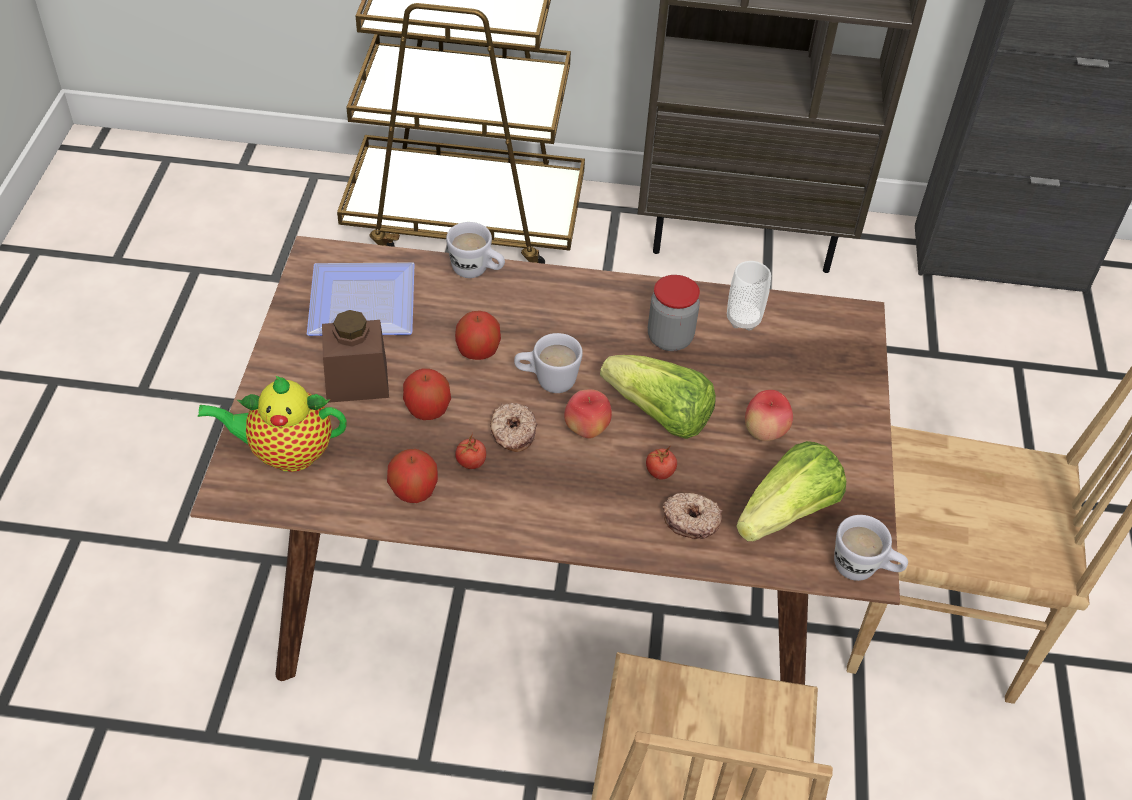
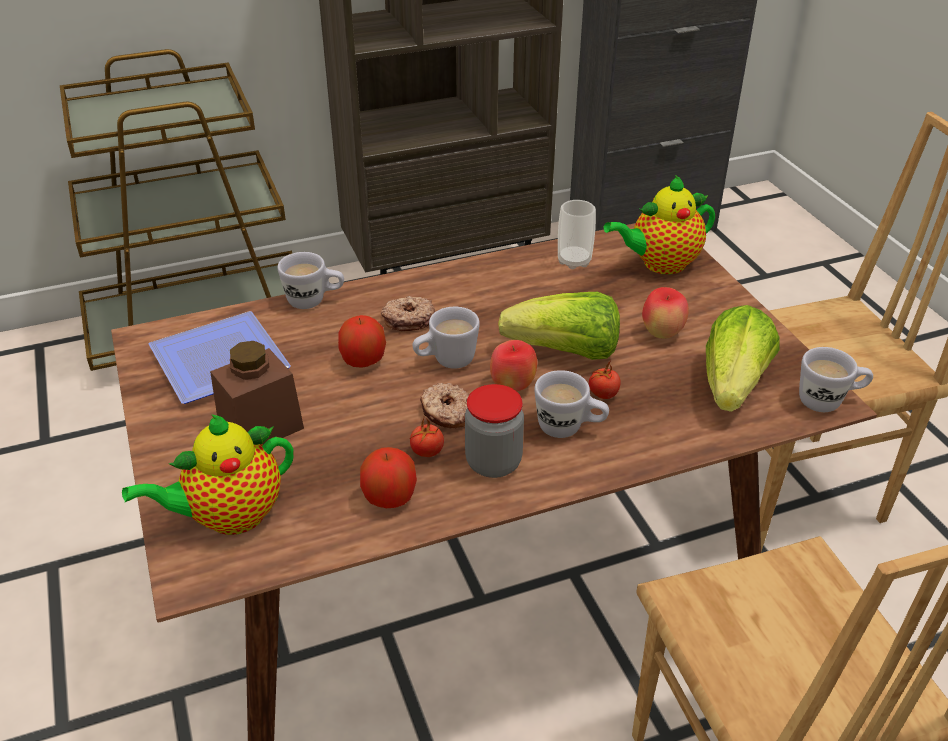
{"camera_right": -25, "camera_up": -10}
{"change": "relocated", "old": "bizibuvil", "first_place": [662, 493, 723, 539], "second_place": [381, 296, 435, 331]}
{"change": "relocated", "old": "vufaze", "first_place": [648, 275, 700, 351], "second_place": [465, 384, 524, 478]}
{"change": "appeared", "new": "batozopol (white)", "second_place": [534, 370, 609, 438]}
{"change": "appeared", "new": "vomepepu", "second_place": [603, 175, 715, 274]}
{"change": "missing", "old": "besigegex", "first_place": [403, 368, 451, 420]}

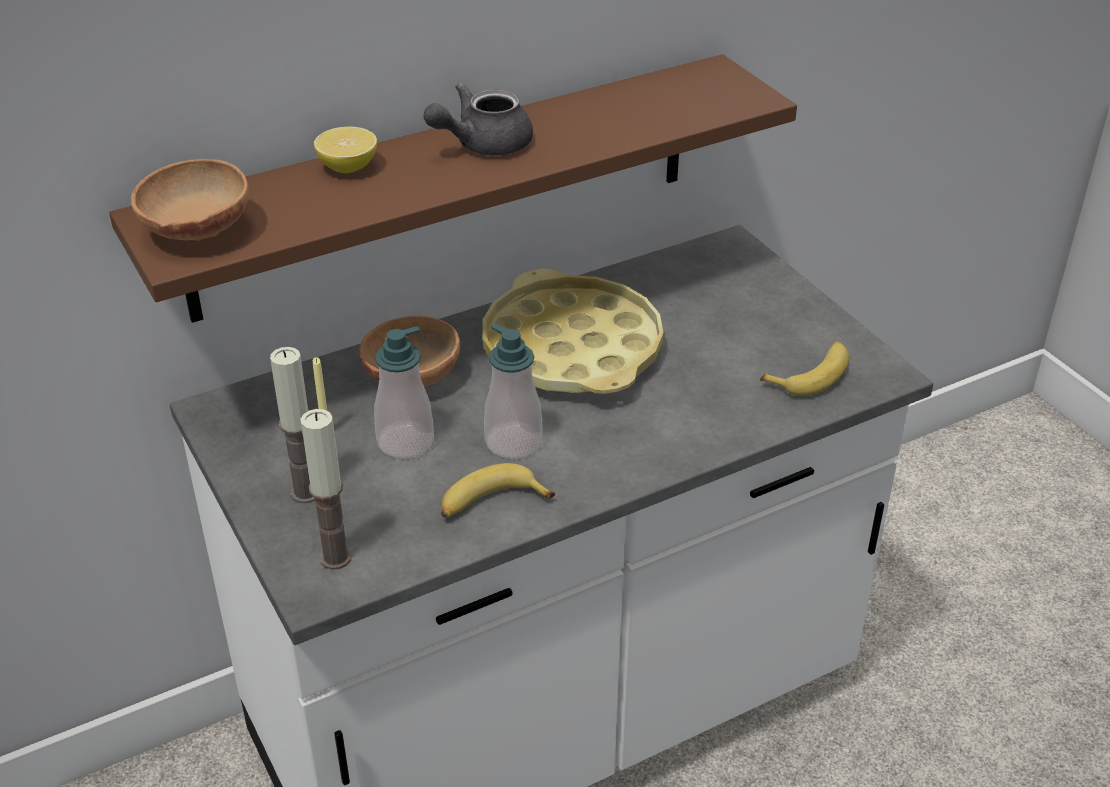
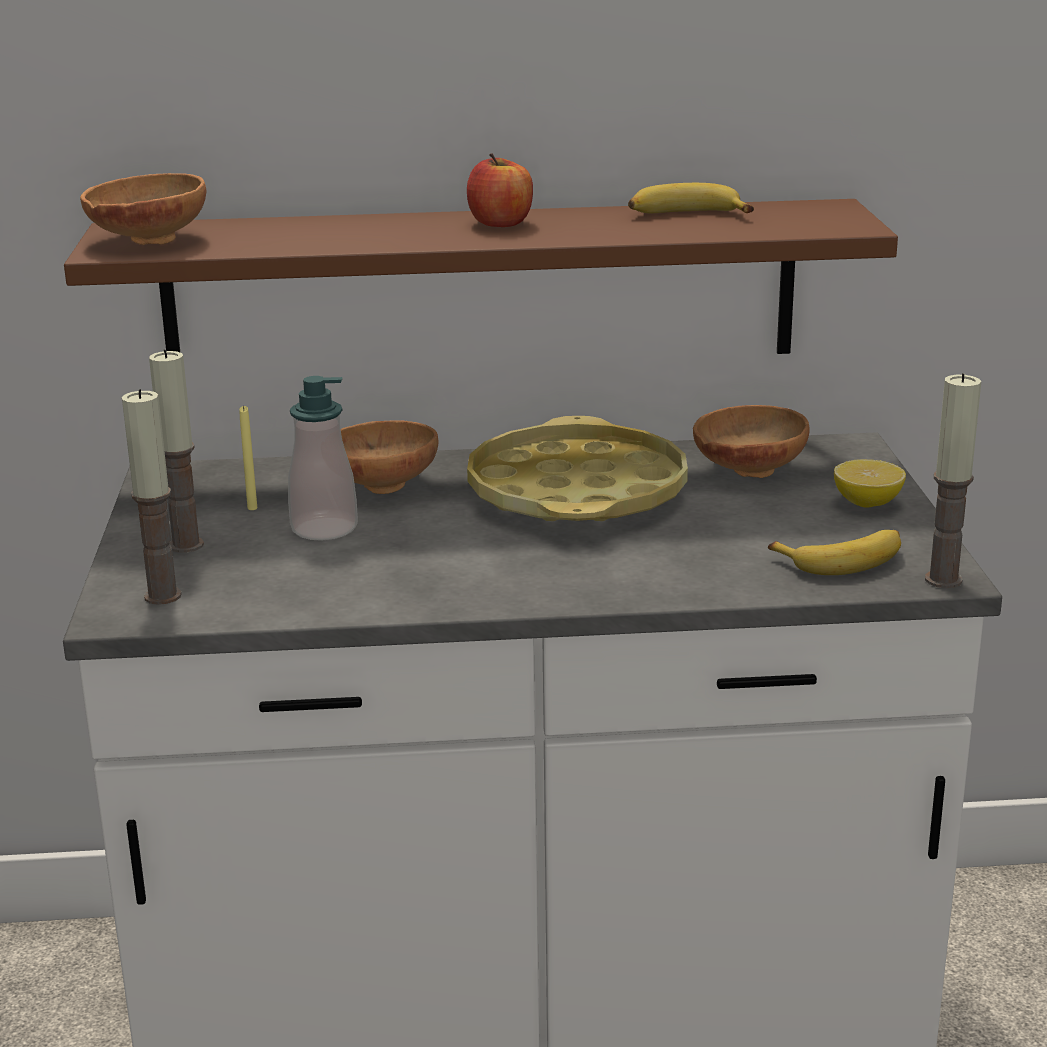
{"camera_right": 25, "camera_up": -15}
{"change": "exchanged", "old": "vomepepu (grey)", "new": "besigegex", "first_place": [424, 83, 533, 155], "second_place": [467, 153, 533, 227]}
{"change": "relocated", "old": "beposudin", "first_place": [441, 463, 555, 518], "second_place": [628, 183, 754, 213]}
{"change": "appeared", "new": "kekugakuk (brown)", "second_place": [693, 405, 810, 478]}
{"change": "relocated", "old": "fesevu", "first_place": [314, 127, 377, 173], "second_place": [834, 459, 906, 508]}
{"change": "appeared", "new": "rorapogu", "second_place": [925, 373, 981, 588]}
{"change": "missing", "old": "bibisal", "first_place": [484, 324, 542, 459]}

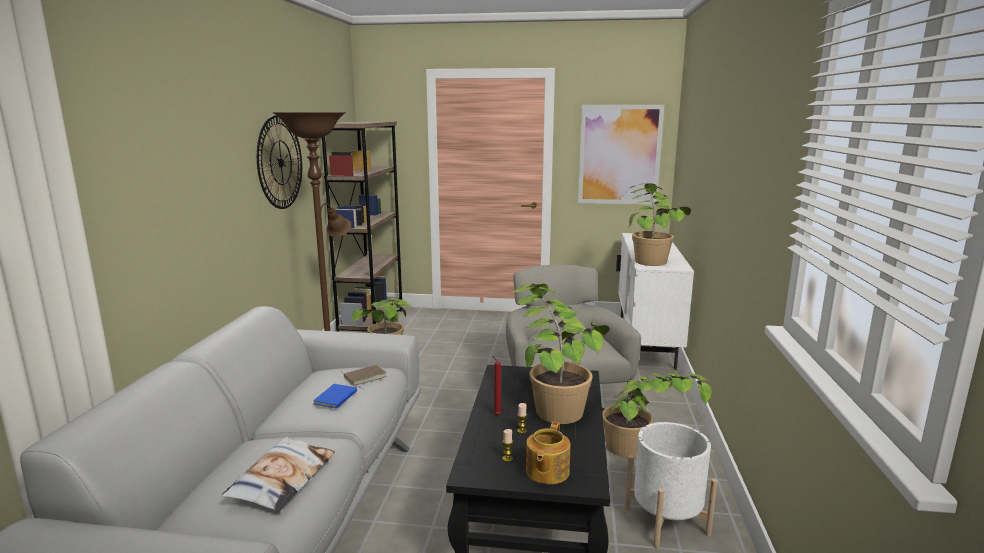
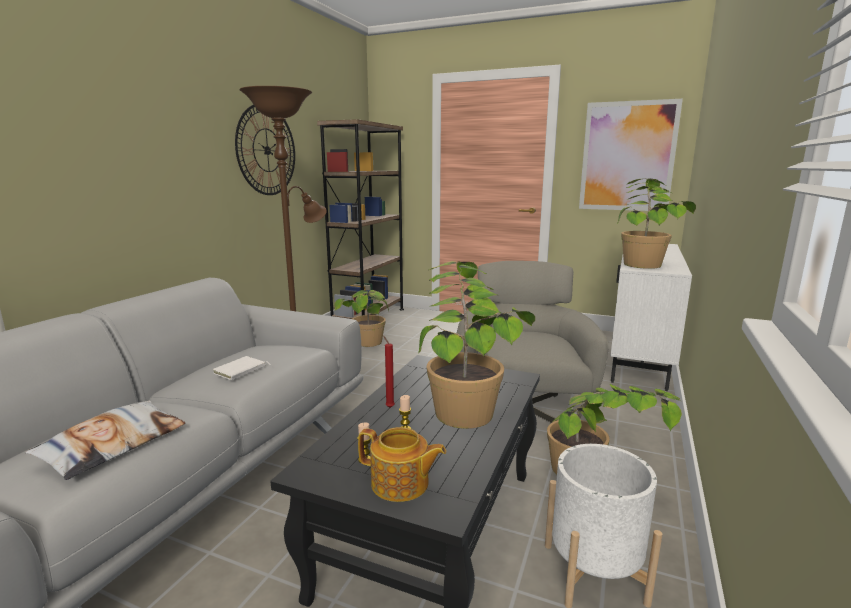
{"camera_right": 15, "camera_up": 0}
{"change": "colour", "old": "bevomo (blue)", "new": "bevomo (white)", "first_place": [314, 384, 364, 409], "second_place": [213, 356, 271, 380]}
{"change": "spun", "old": "vomepepu", "first_place": [526, 422, 570, 484], "second_place": [358, 427, 446, 502], "degrees": -105}
{"change": "missing", "old": "bevomo (brown)", "first_place": [342, 365, 386, 386]}

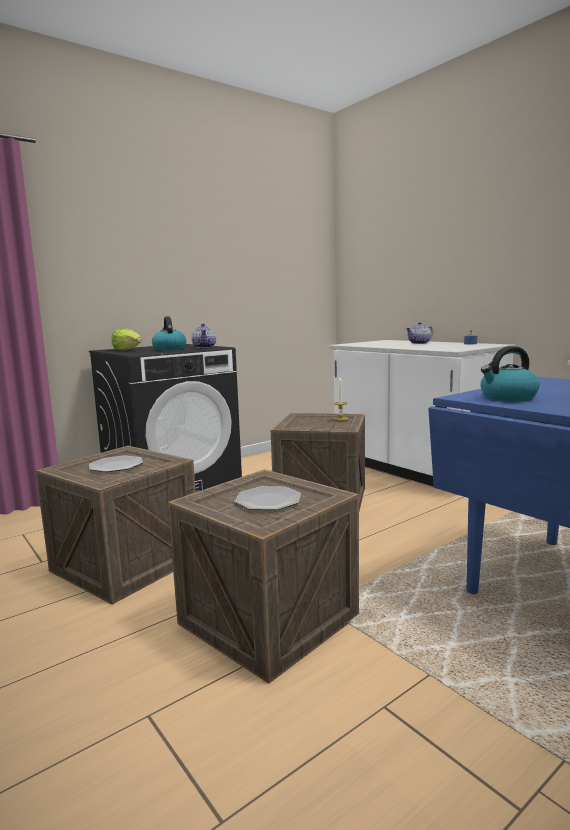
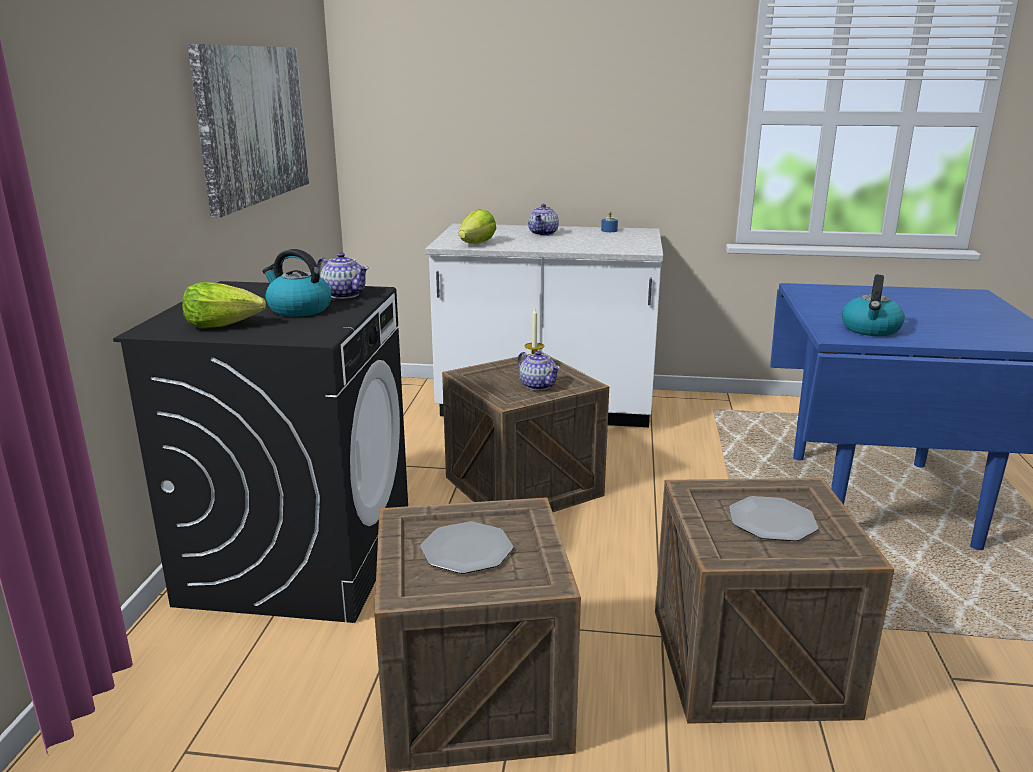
{"camera_right": -45, "camera_up": 10}
{"change": "appeared", "new": "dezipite", "second_place": [187, 44, 309, 218]}
{"change": "appeared", "new": "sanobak", "second_place": [459, 209, 496, 244]}
{"change": "appeared", "new": "vomepepu", "second_place": [517, 351, 560, 390]}

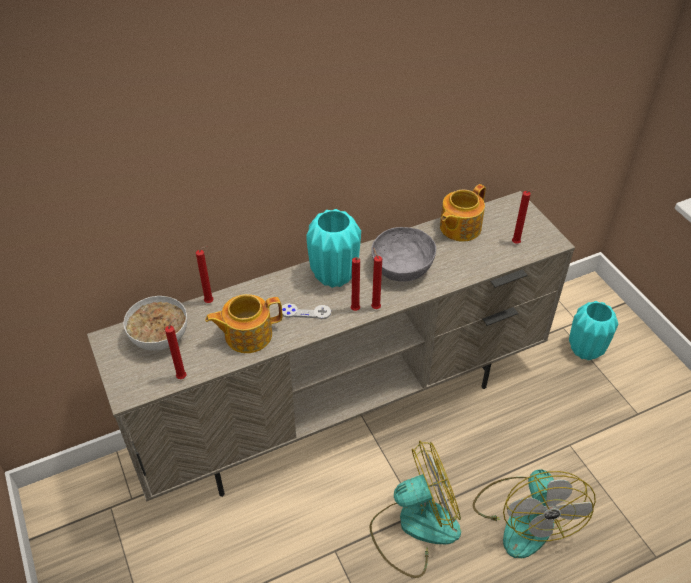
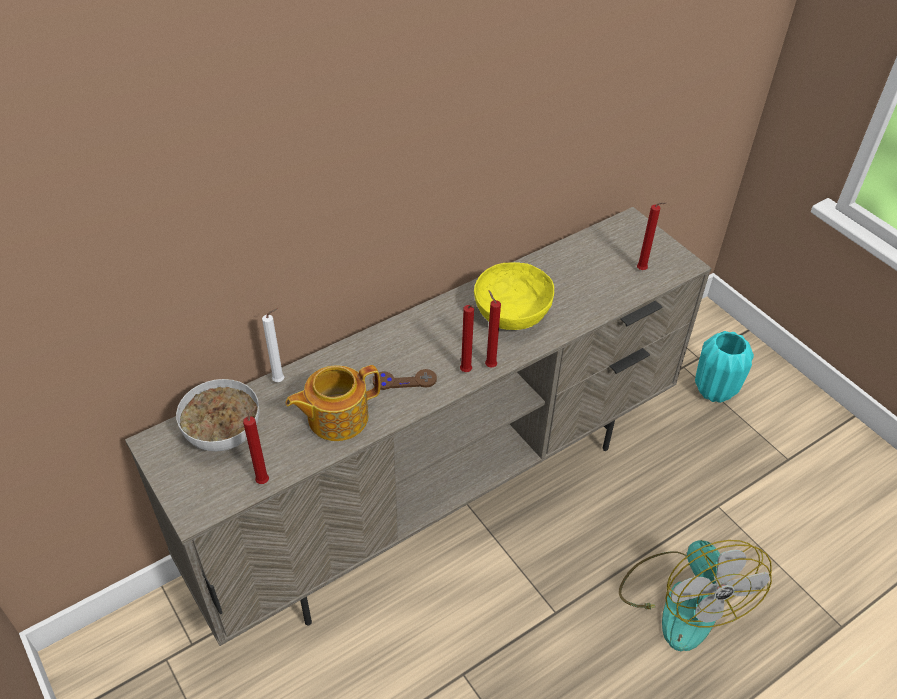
{"camera_right": -10, "camera_up": 0}
{"change": "colour", "old": "rorapogu (red)", "new": "rorapogu (white)", "first_place": [196, 246, 214, 303], "second_place": [262, 309, 284, 382]}
{"change": "colour", "old": "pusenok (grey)", "new": "pusenok (brown)", "first_place": [282, 303, 331, 319], "second_place": [373, 369, 437, 390]}
{"change": "colour", "old": "kekugakuk (grey)", "new": "kekugakuk (yellow)", "first_place": [371, 227, 436, 282], "second_place": [474, 262, 554, 330]}
{"change": "missing", "old": "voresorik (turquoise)", "first_place": [306, 209, 361, 288]}
{"change": "missing", "old": "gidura", "first_place": [370, 441, 461, 578]}
{"change": "missing", "old": "vomepepu", "first_place": [440, 184, 486, 242]}

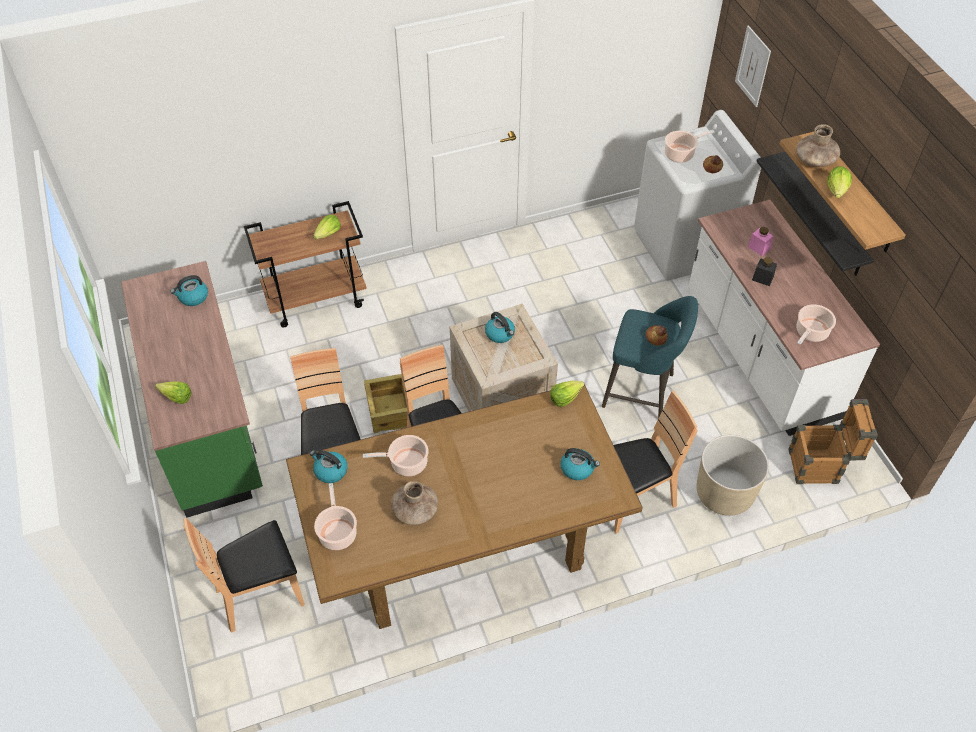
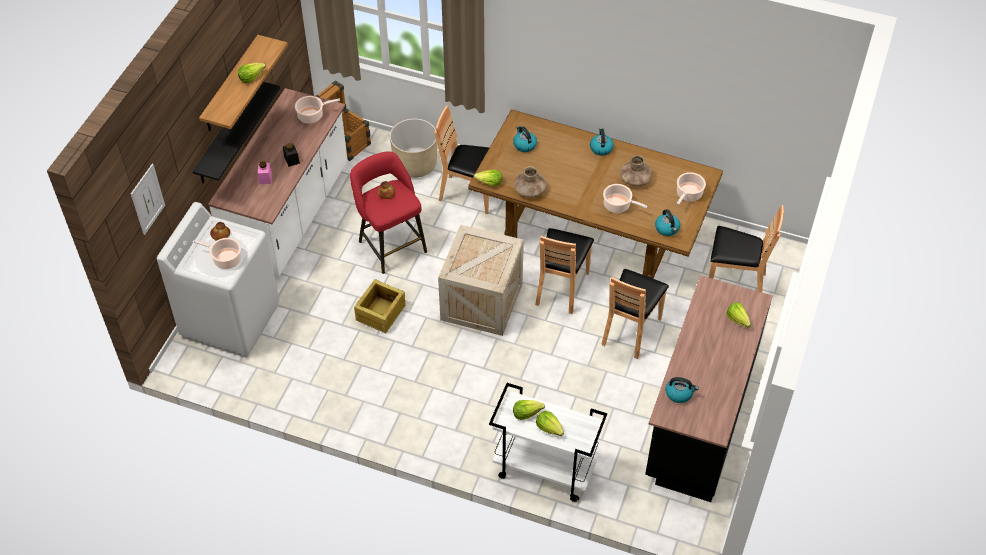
{"camera_right": -140, "camera_up": 0}
{"change": "colour", "old": "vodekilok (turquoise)", "new": "vodekilok (red)", "first_place": [602, 296, 698, 419], "second_place": [350, 151, 427, 274]}
{"change": "relocated", "old": "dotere", "first_place": [364, 374, 407, 433], "second_place": [354, 279, 405, 333]}
{"change": "colour", "old": "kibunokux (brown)", "new": "kibunokux (white)", "first_place": [244, 201, 367, 327], "second_place": [489, 383, 607, 502]}
{"change": "relocated", "old": "voresorik (brown)", "first_place": [796, 124, 840, 167], "second_place": [514, 166, 547, 197]}
{"change": "appeared", "new": "sanobak", "second_place": [536, 411, 564, 436]}
{"change": "relocated", "old": "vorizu", "first_place": [485, 312, 515, 343], "second_place": [590, 128, 614, 156]}
{"change": "colour", "old": "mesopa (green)", "new": "mesopa (black)", "first_place": [121, 261, 263, 518], "second_place": [645, 275, 773, 502]}

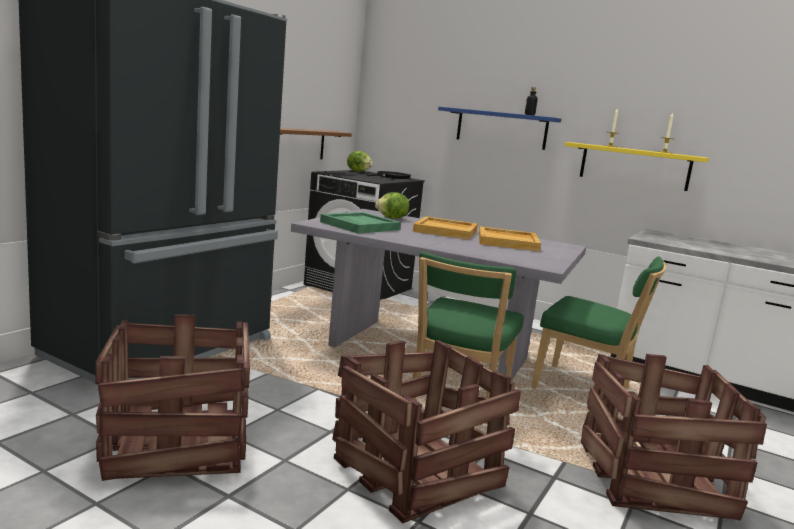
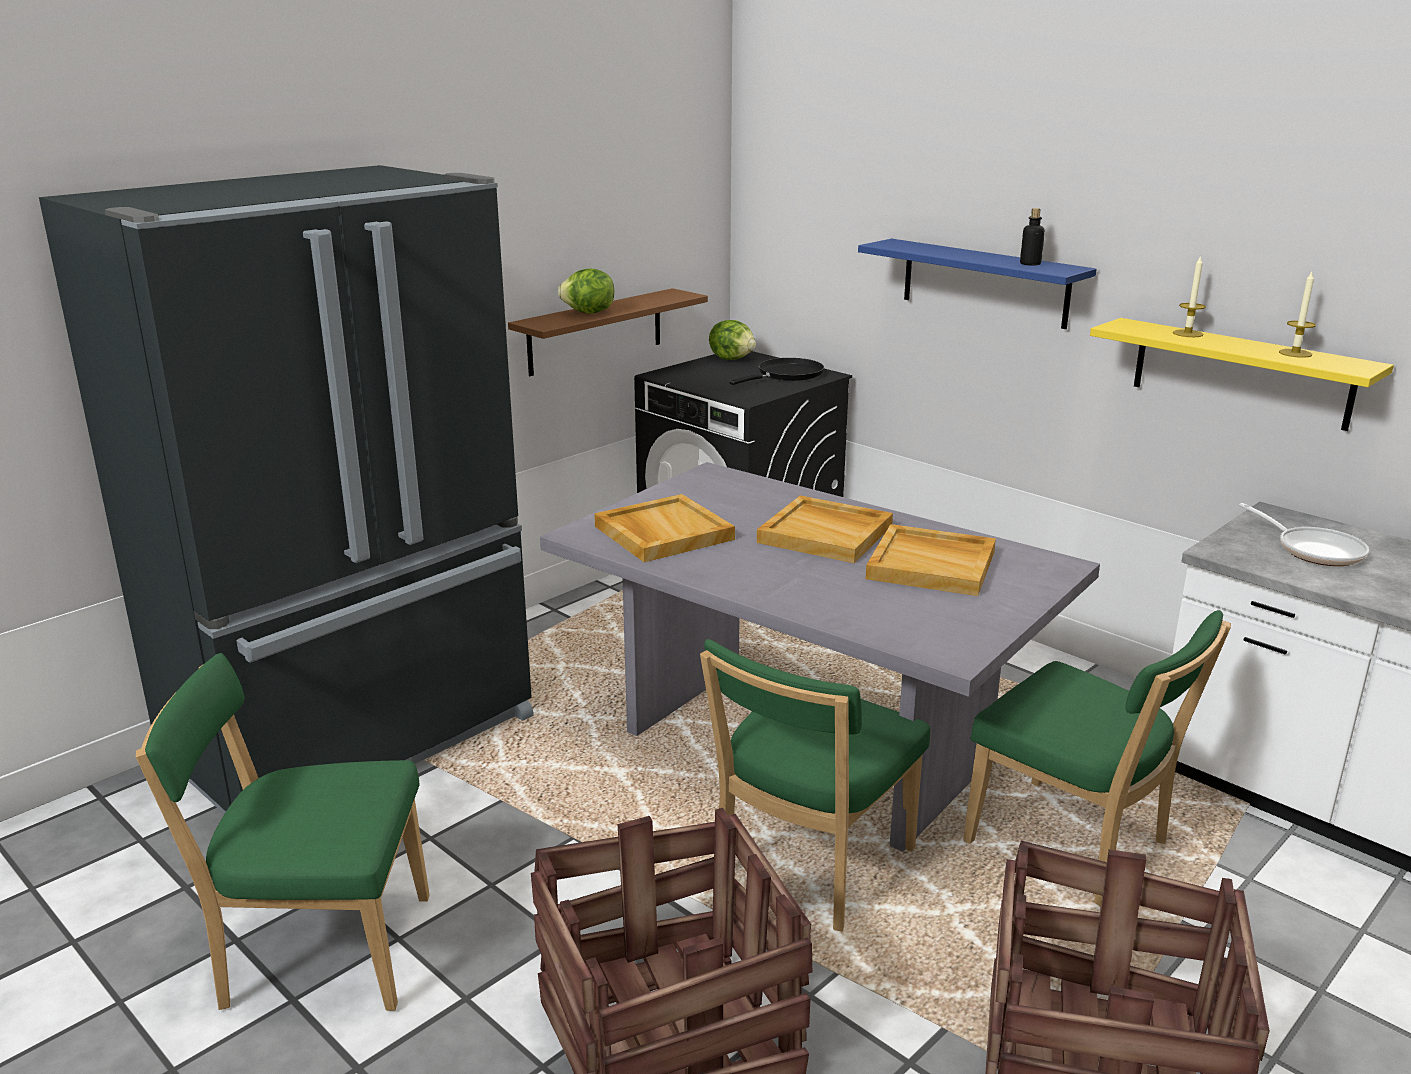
{"camera_right": 15, "camera_up": 10}
{"change": "exchanged", "old": "dotere", "new": "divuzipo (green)", "first_place": [96, 314, 250, 481], "second_place": [136, 653, 430, 1011]}
{"change": "relocated", "old": "sanobak", "first_place": [375, 192, 409, 219], "second_place": [558, 269, 614, 314]}
{"change": "colour", "old": "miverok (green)", "new": "miverok (beige)", "first_place": [320, 212, 401, 234], "second_place": [594, 494, 735, 562]}
{"change": "appeared", "new": "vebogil", "second_place": [1239, 503, 1369, 566]}

